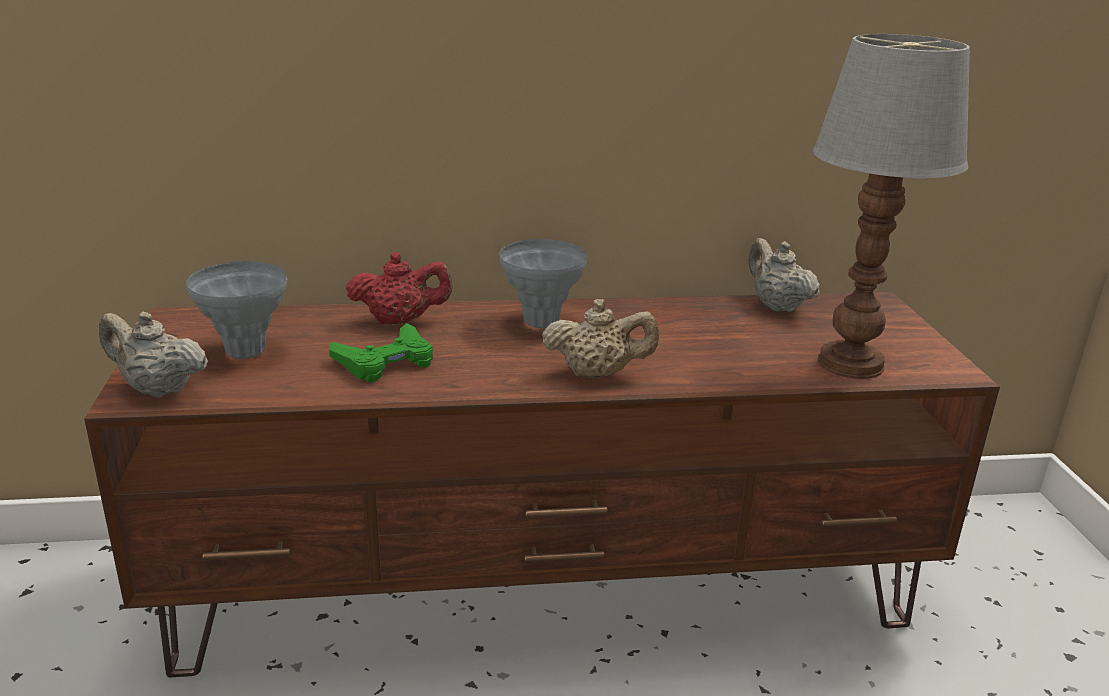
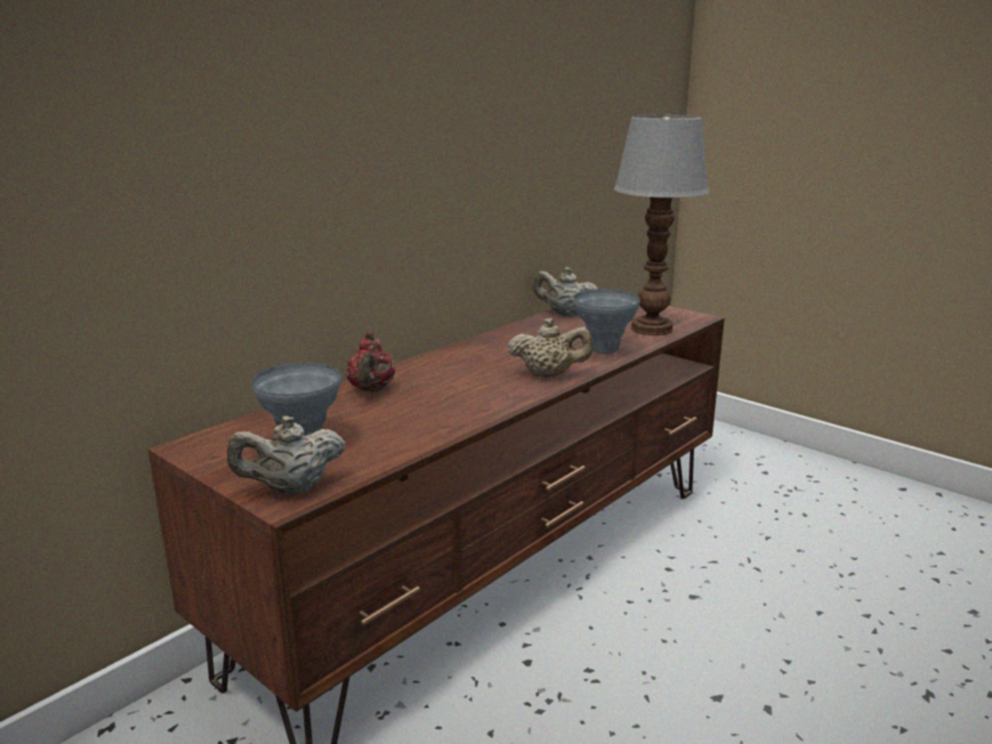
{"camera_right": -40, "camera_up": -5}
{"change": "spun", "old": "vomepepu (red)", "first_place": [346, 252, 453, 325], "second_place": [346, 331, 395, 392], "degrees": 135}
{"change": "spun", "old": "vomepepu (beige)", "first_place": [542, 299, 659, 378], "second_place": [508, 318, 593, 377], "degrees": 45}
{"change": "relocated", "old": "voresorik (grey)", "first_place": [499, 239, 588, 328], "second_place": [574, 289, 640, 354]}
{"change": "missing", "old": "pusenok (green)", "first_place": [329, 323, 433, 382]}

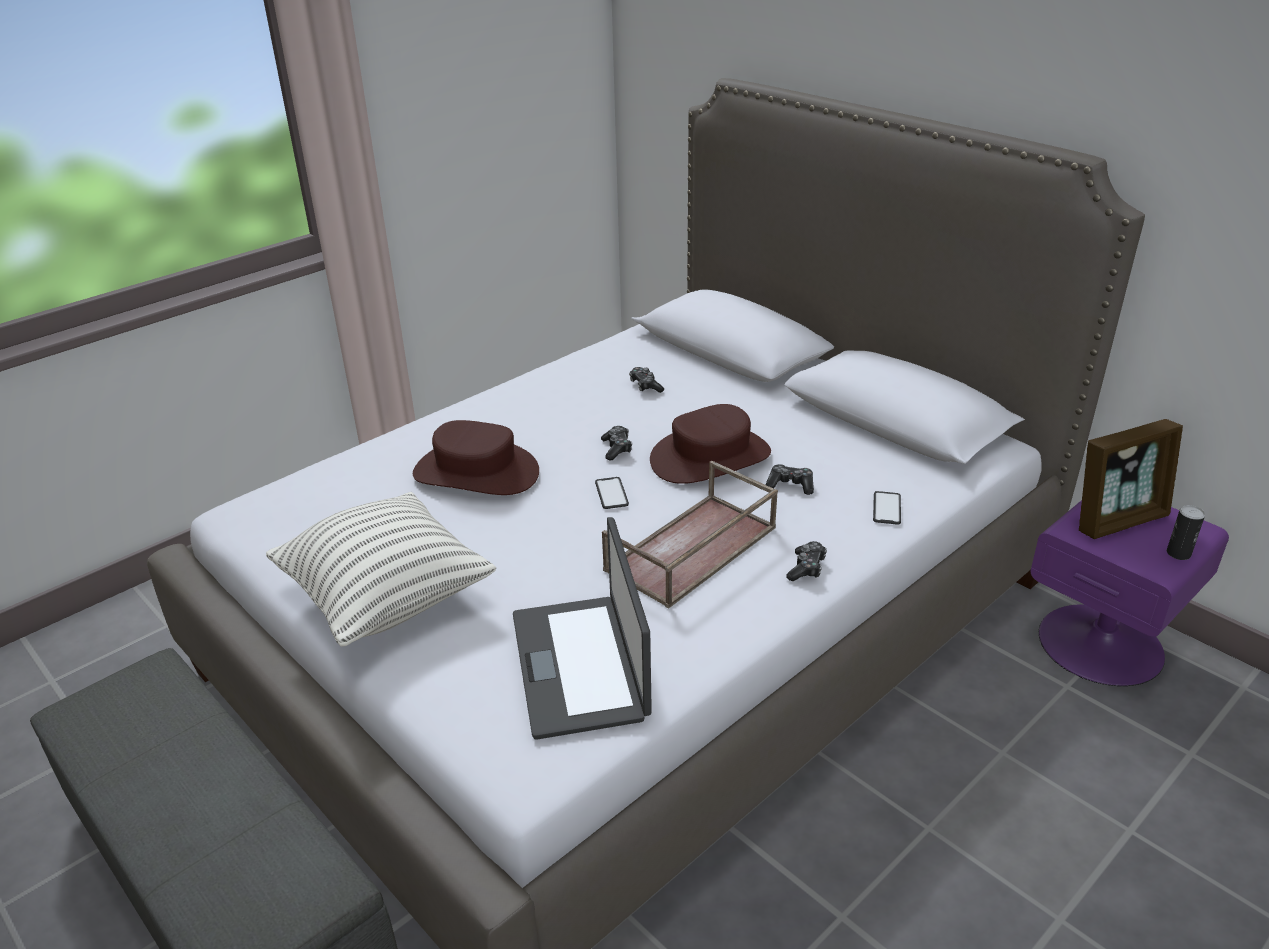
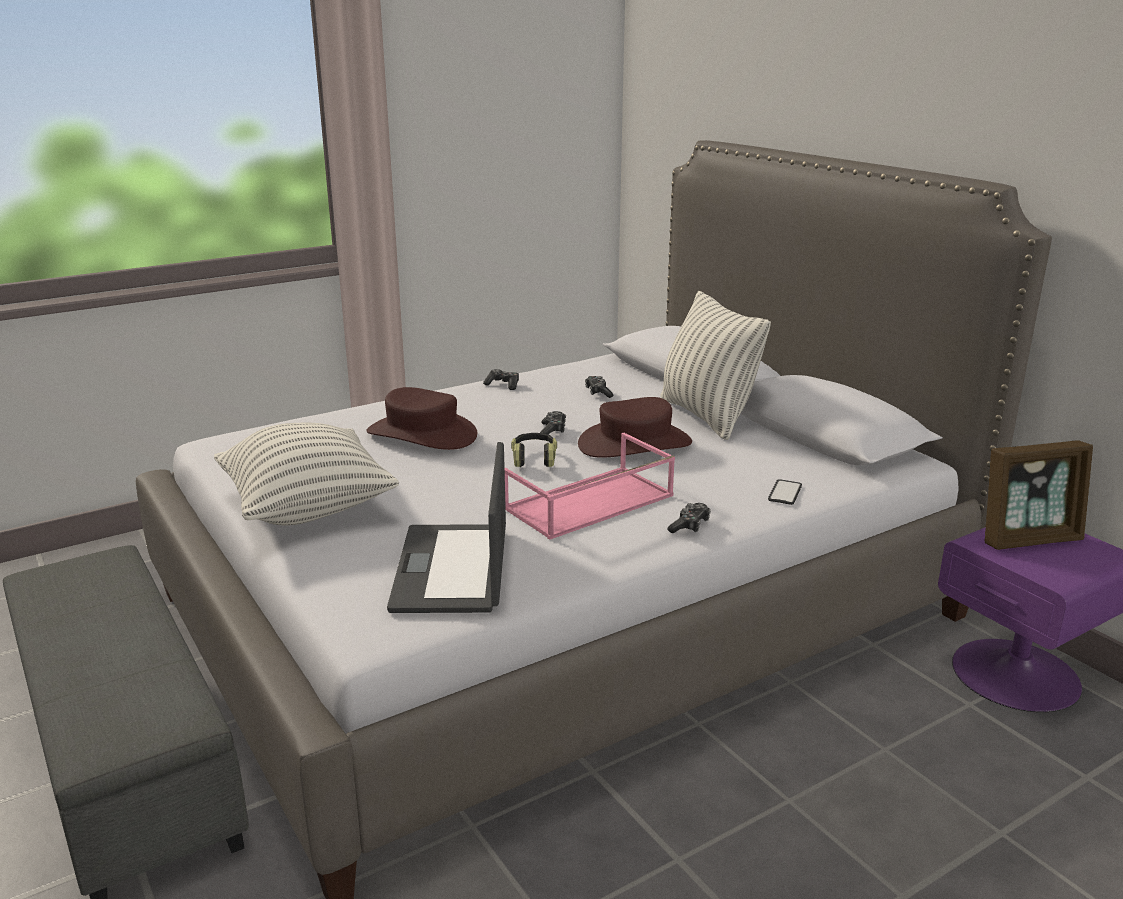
{"camera_right": 10, "camera_up": -10}
{"change": "relocated", "old": "pusenok", "first_place": [765, 464, 814, 495], "second_place": [483, 369, 519, 390]}
{"change": "colour", "old": "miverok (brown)", "new": "miverok (pink)", "first_place": [602, 461, 778, 609], "second_place": [505, 433, 675, 540]}
{"change": "exchanged", "old": "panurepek", "new": "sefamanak", "first_place": [595, 477, 629, 509], "second_place": [511, 433, 557, 467]}
{"change": "appeared", "new": "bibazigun", "second_place": [660, 291, 771, 440]}
{"change": "missing", "old": "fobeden", "first_place": [1167, 505, 1205, 560]}

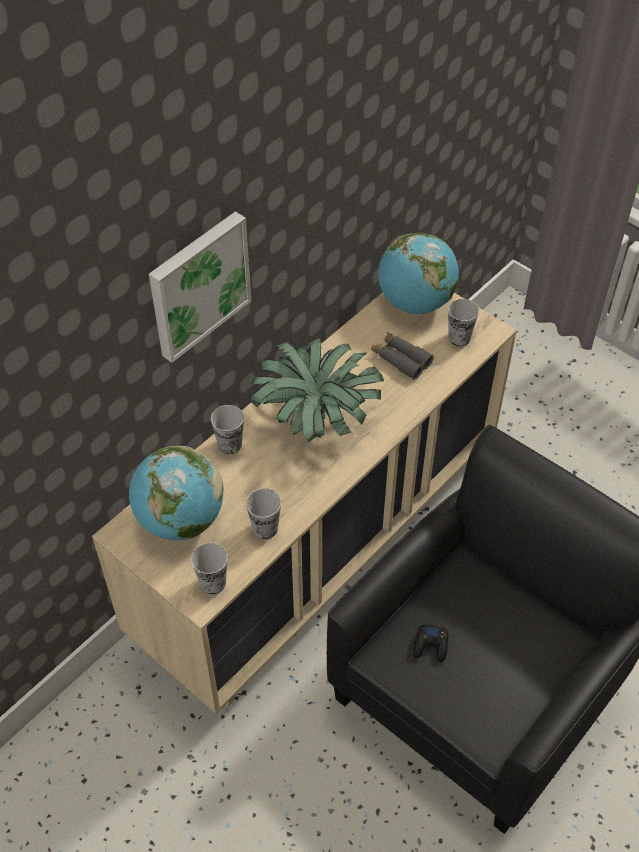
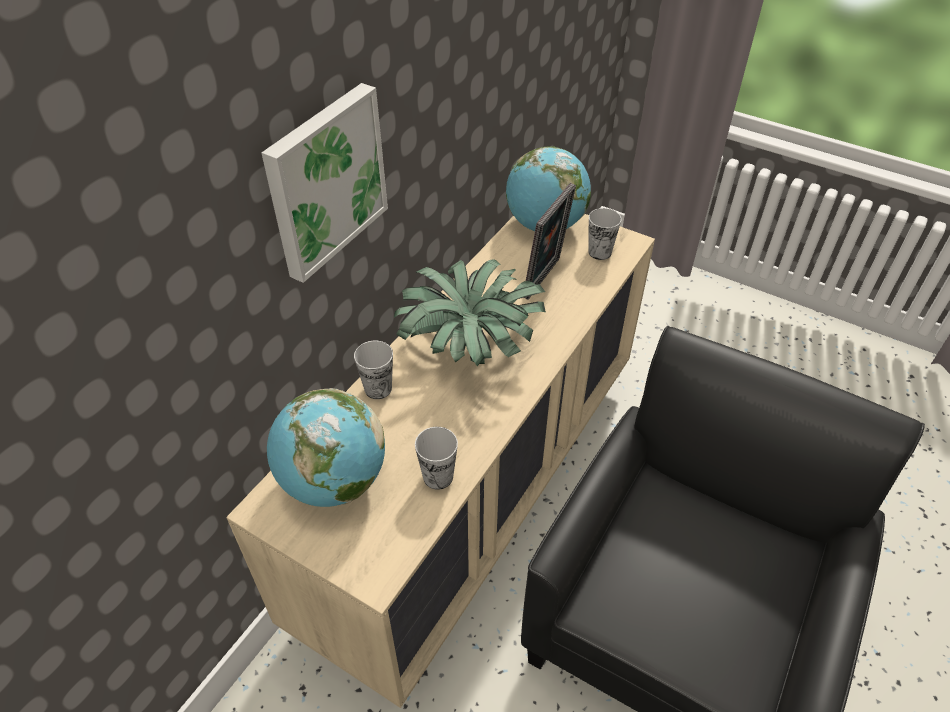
{"camera_right": -10, "camera_up": -5}
{"change": "exchanged", "old": "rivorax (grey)", "new": "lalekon", "first_place": [371, 332, 434, 380], "second_place": [524, 183, 576, 300]}
{"change": "missing", "old": "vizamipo", "first_place": [191, 543, 228, 594]}
{"change": "missing", "old": "pusenok (black)", "first_place": [413, 624, 448, 662]}

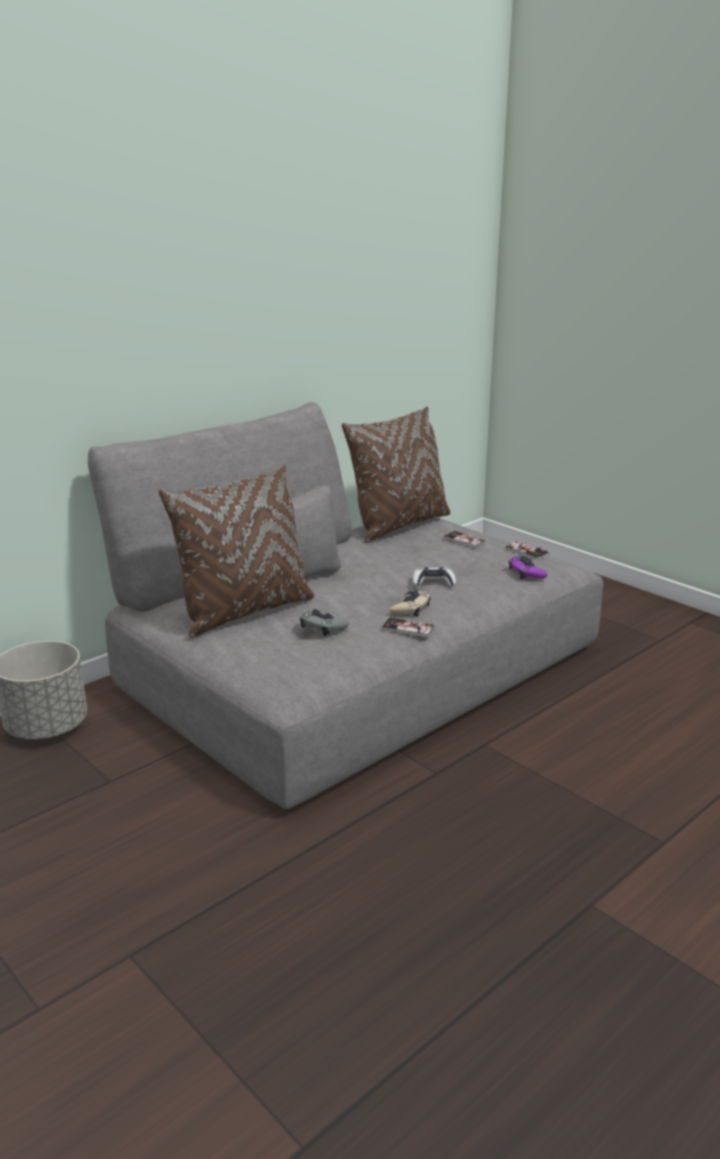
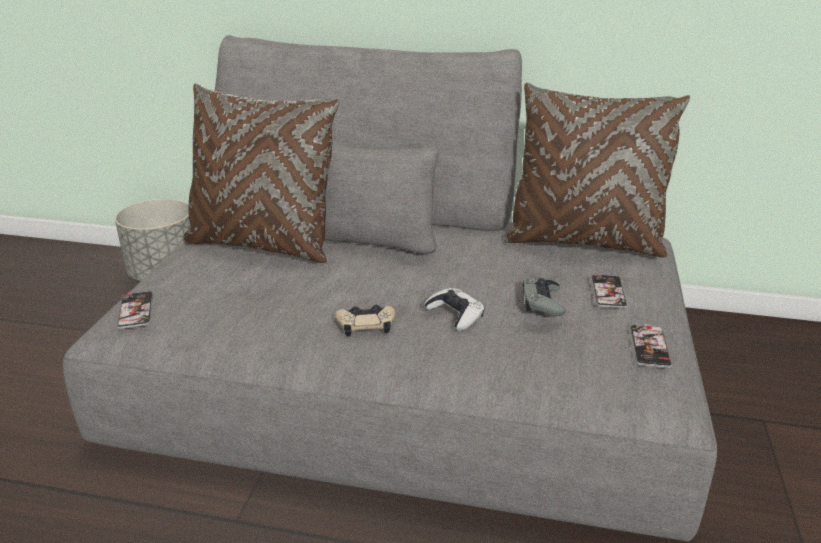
{"camera_right": 55, "camera_up": 5}
{"change": "relocated", "old": "panurepek", "first_place": [381, 617, 435, 637], "second_place": [117, 291, 153, 329]}
{"change": "relocated", "old": "pusenok (grey)", "first_place": [300, 609, 348, 636], "second_place": [523, 277, 566, 316]}
{"change": "missing", "old": "pusenok (purple)", "first_place": [509, 556, 547, 579]}

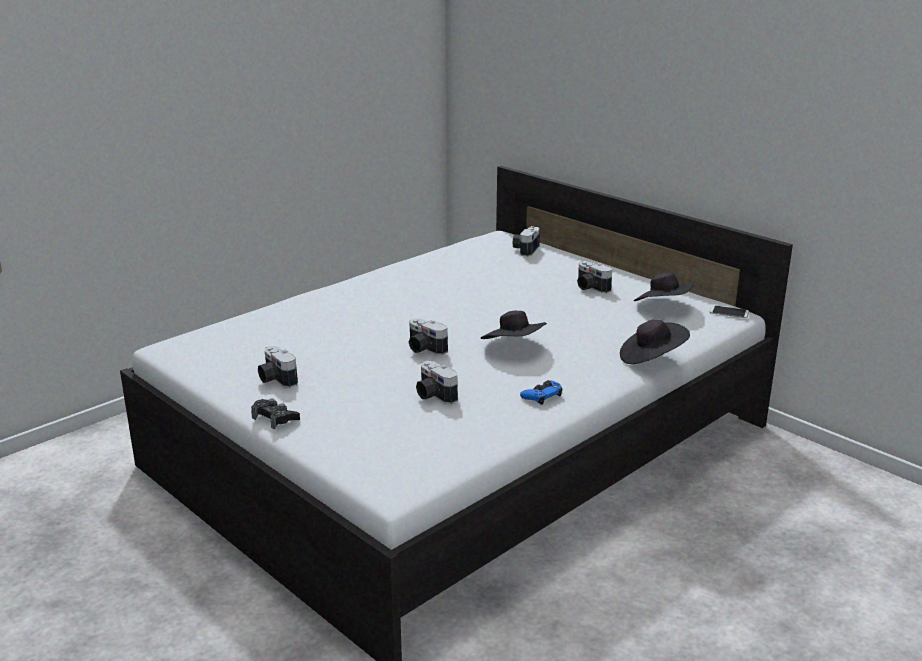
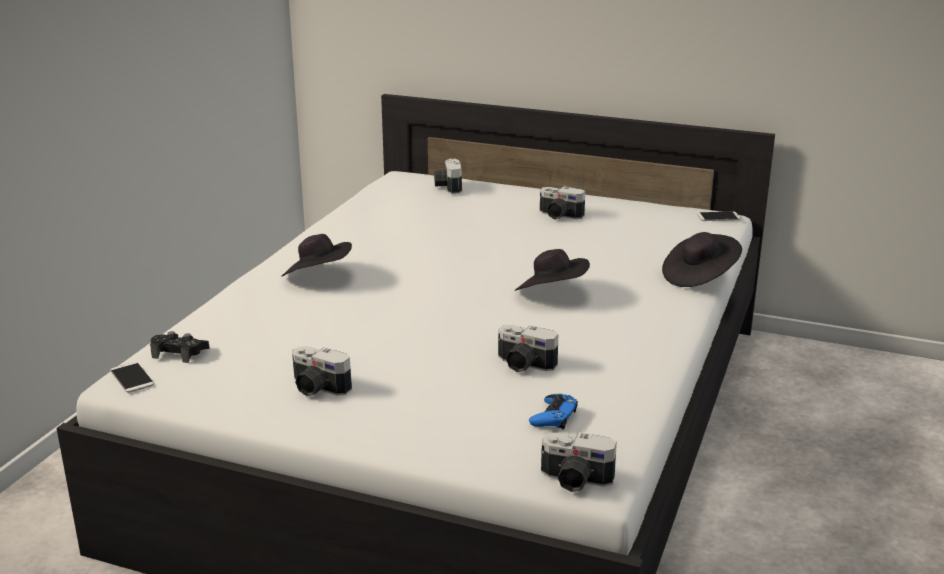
{"camera_right": -25, "camera_up": 0}
{"change": "appeared", "new": "panurepek", "second_place": [110, 362, 154, 393]}
{"change": "relocated", "old": "pusenok (black)", "first_place": [251, 399, 300, 429], "second_place": [150, 331, 209, 363]}
{"change": "relocated", "old": "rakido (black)", "first_place": [634, 273, 694, 301], "second_place": [281, 234, 352, 277]}
{"change": "relocated", "old": "pusenok (blue)", "first_place": [520, 380, 562, 405], "second_place": [529, 394, 578, 429]}
{"change": "relocated", "old": "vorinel", "first_place": [408, 318, 448, 355], "second_place": [541, 432, 617, 492]}

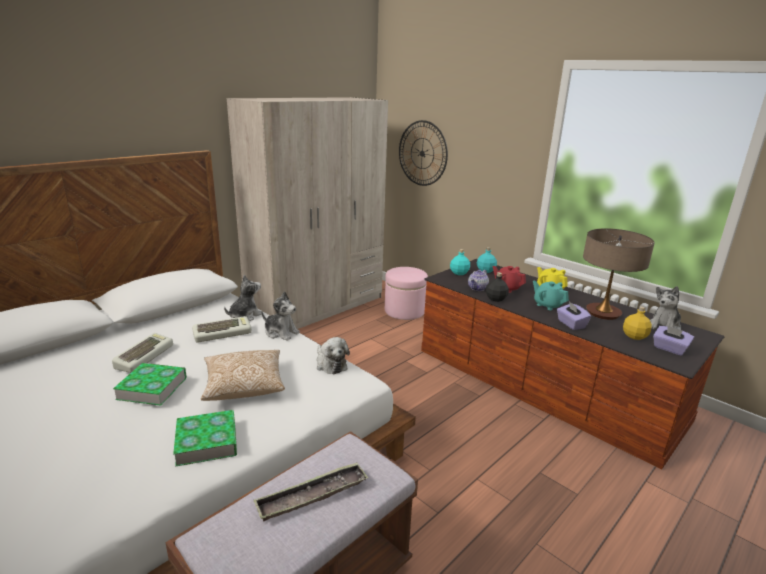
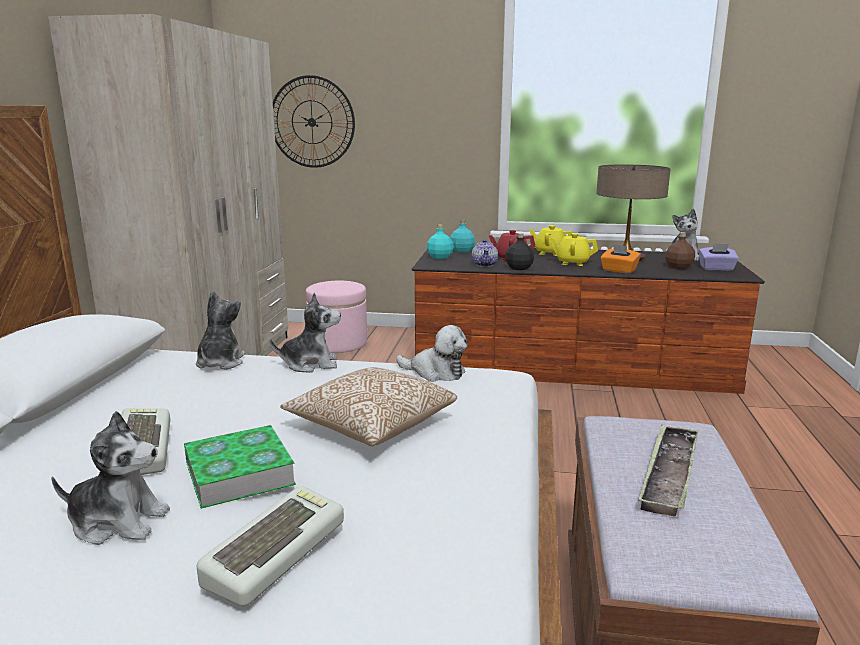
{"camera_right": -35, "camera_up": -5}
{"change": "appeared", "new": "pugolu", "second_place": [51, 411, 170, 545]}
{"change": "relocated", "old": "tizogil", "first_place": [192, 316, 252, 343], "second_place": [197, 486, 344, 606]}
{"change": "colour", "old": "vomepepu (turquoise)", "new": "vomepepu (yellow)", "first_place": [533, 281, 569, 310], "second_place": [550, 233, 598, 266]}
{"change": "colour", "old": "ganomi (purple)", "new": "ganomi (orange)", "first_place": [557, 302, 591, 330], "second_place": [600, 244, 641, 274]}
{"change": "colour", "old": "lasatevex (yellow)", "new": "lasatevex (brown)", "first_place": [623, 306, 652, 340], "second_place": [665, 232, 695, 269]}
{"change": "missing", "old": "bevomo", "first_place": [173, 410, 237, 467]}

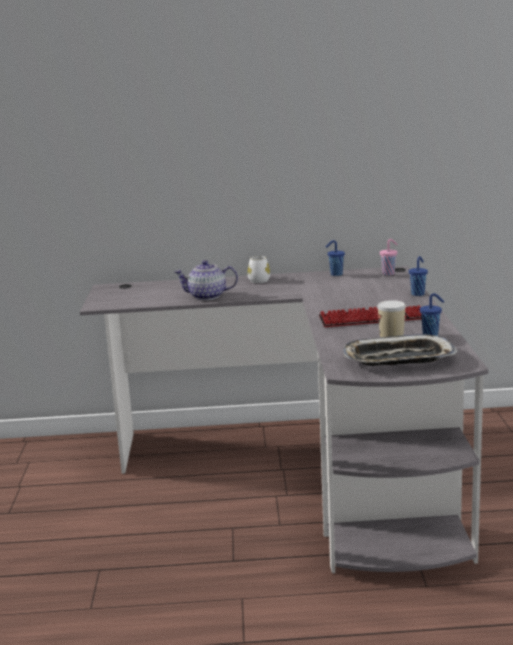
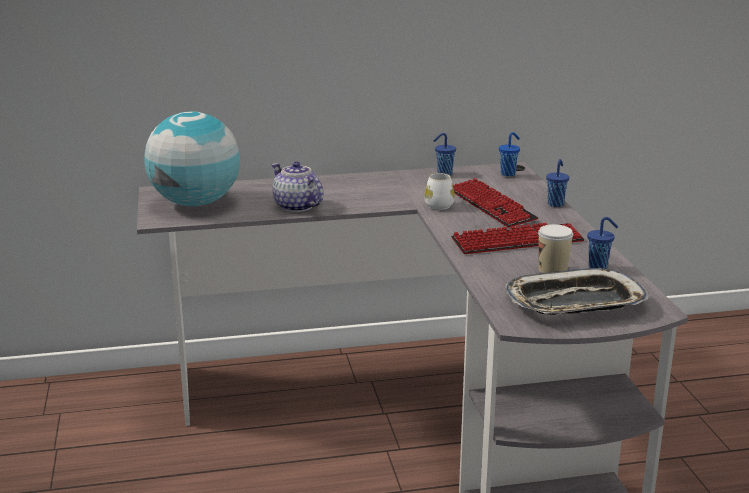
{"camera_right": -10, "camera_up": 5}
{"change": "appeared", "new": "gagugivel", "second_place": [145, 111, 240, 206]}
{"change": "spun", "old": "vomepepu", "first_place": [174, 260, 238, 300], "second_place": [271, 161, 324, 212], "degrees": 60}
{"change": "relocated", "old": "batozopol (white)", "first_place": [247, 256, 270, 283], "second_place": [424, 173, 455, 210]}
{"change": "appeared", "new": "tizogil", "second_place": [453, 178, 539, 227]}
{"change": "colour", "old": "vizamipo (pink)", "new": "vizamipo (blue)", "first_place": [380, 239, 397, 275], "second_place": [499, 132, 520, 176]}

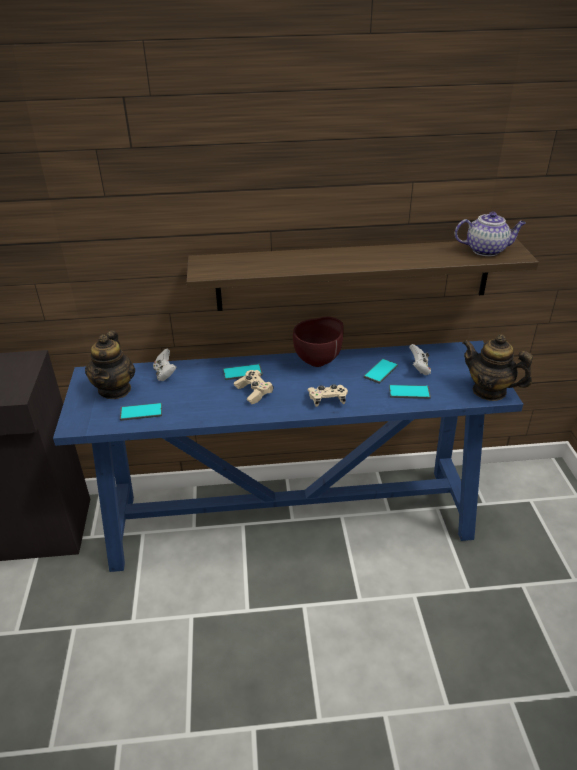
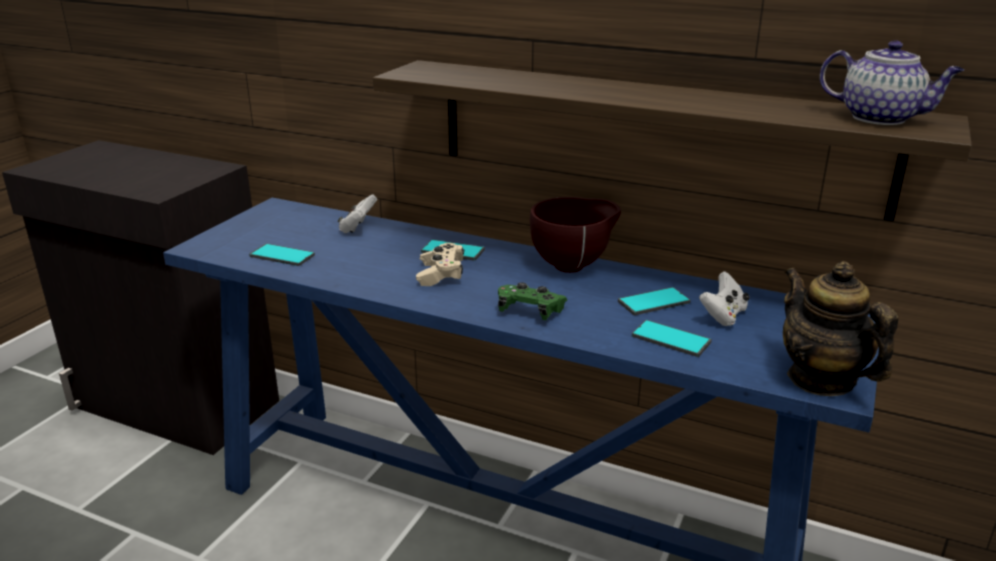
{"camera_right": 30, "camera_up": -10}
{"change": "colour", "old": "pusenok (beige)", "new": "pusenok (green)", "first_place": [308, 384, 348, 407], "second_place": [498, 282, 567, 320]}
{"change": "missing", "old": "vomepepu", "first_place": [85, 331, 135, 399]}

